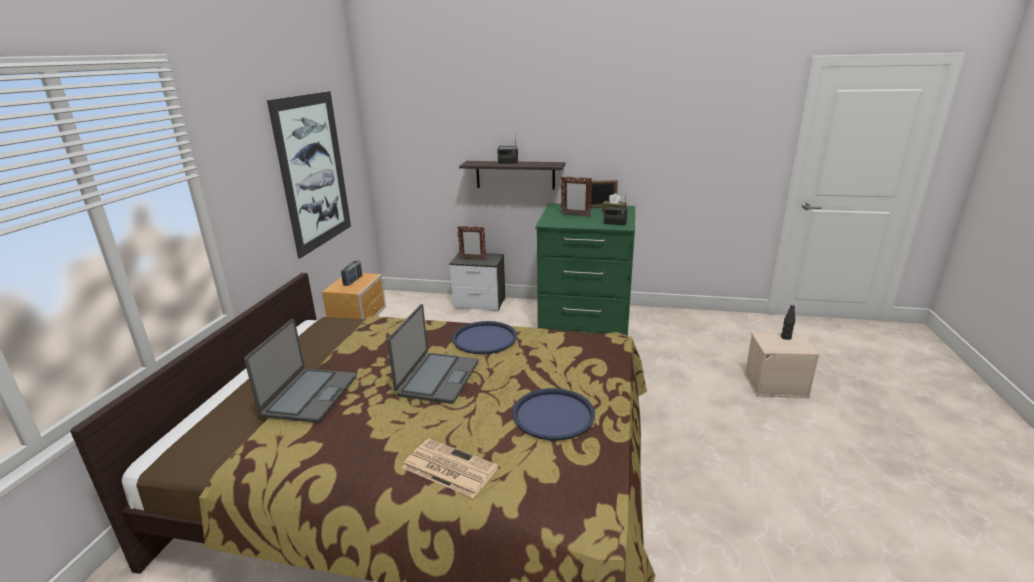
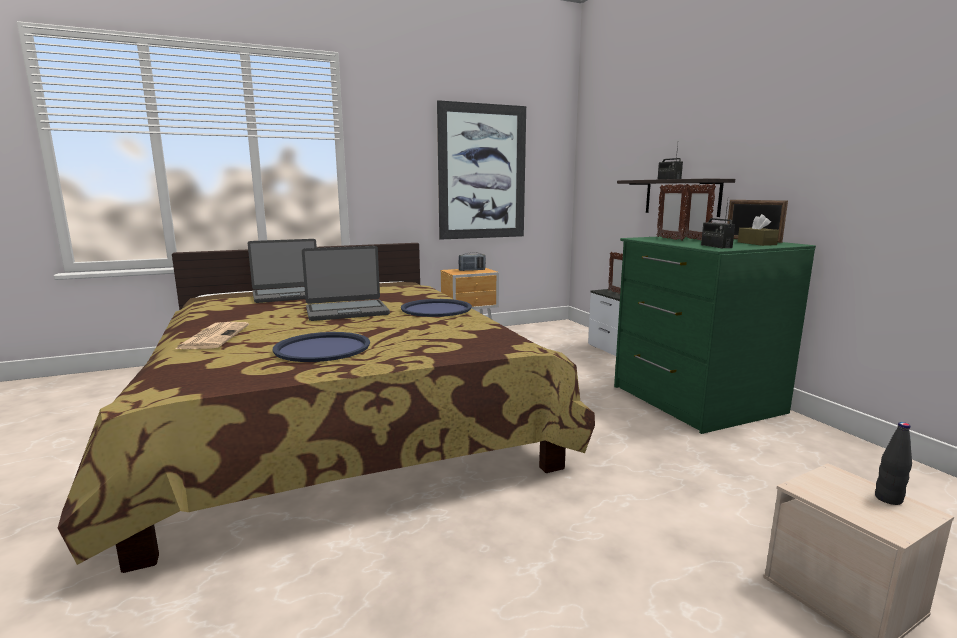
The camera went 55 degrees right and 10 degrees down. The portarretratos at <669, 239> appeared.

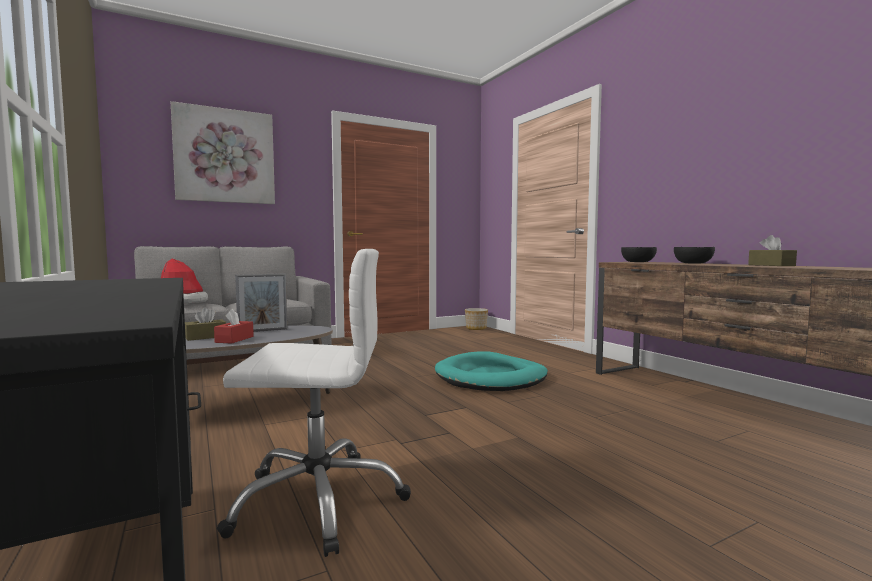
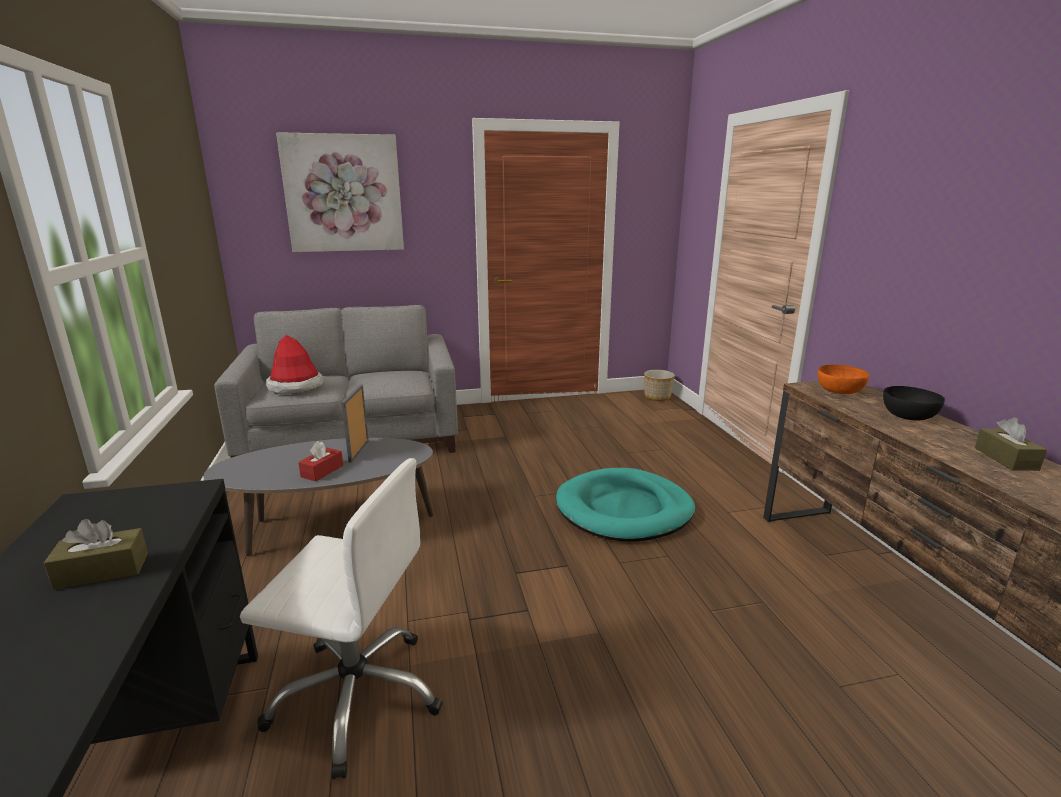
The camera went 15 degrees right and 15 degrees up. The caja de pañuelos (marrón) moved from <205, 337> to <102, 571>. The cuenco (negro) at <638, 262> became the cuenco (naranja) at <840, 391>. The portarretratos at <262, 331> turned 105 degrees clockwise.

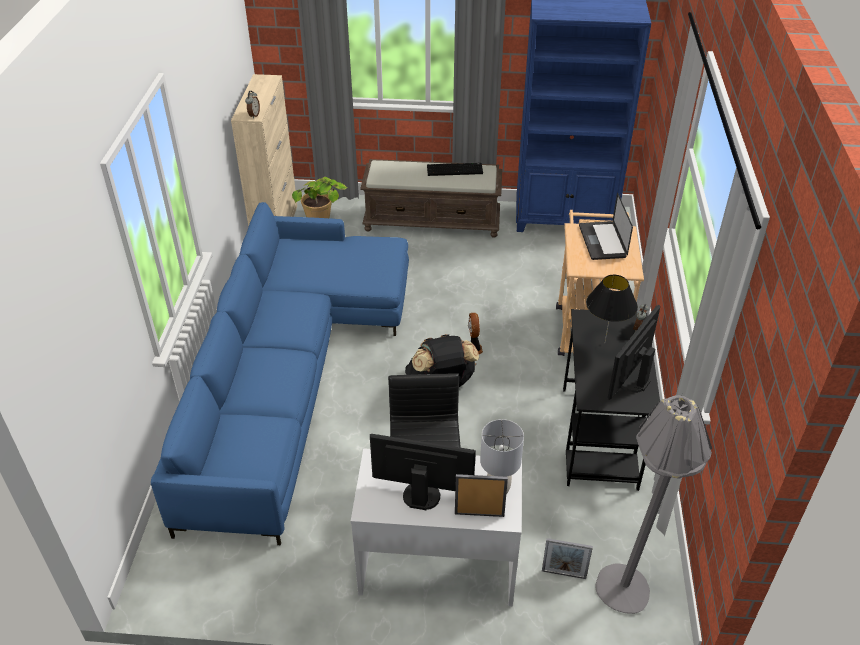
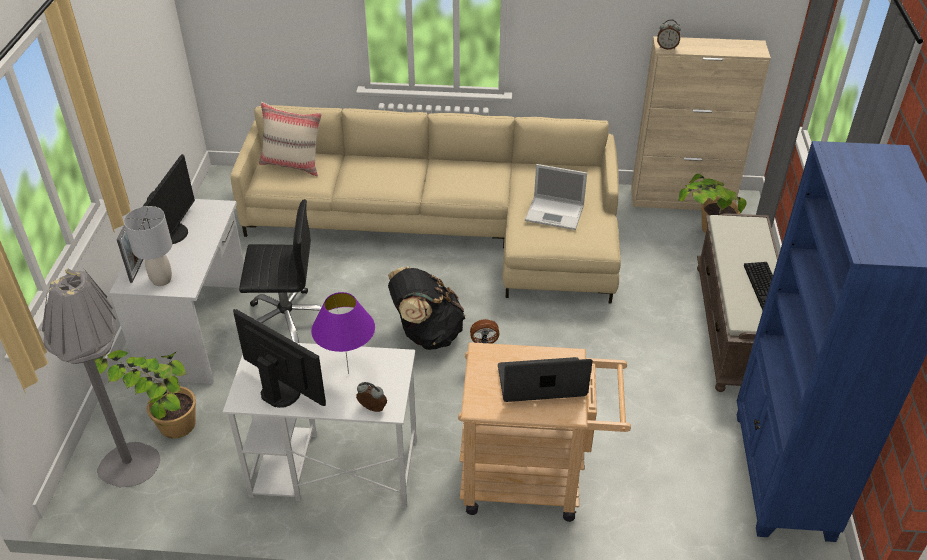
The camera went 90 degrees right and 0 degrees up. The cojín (beis) at <293, 164> appeared. The portátil at <555, 213> appeared. The portarretratos at <563, 574> was replaced by the planta en maceta at <161, 419>. The sofá (azul) at <290, 373> became the sofá (beis) at <448, 227>. The escritorio (negro) at <599, 438> became the escritorio (blanco) at <333, 469>. The lámpara de mesa (negro) at <604, 343> became the lámpara de mesa (morado) at <348, 373>.

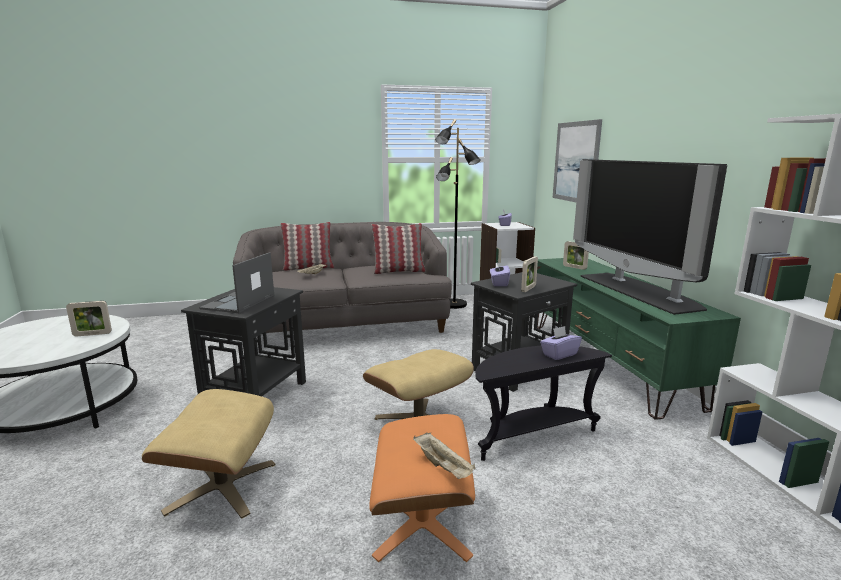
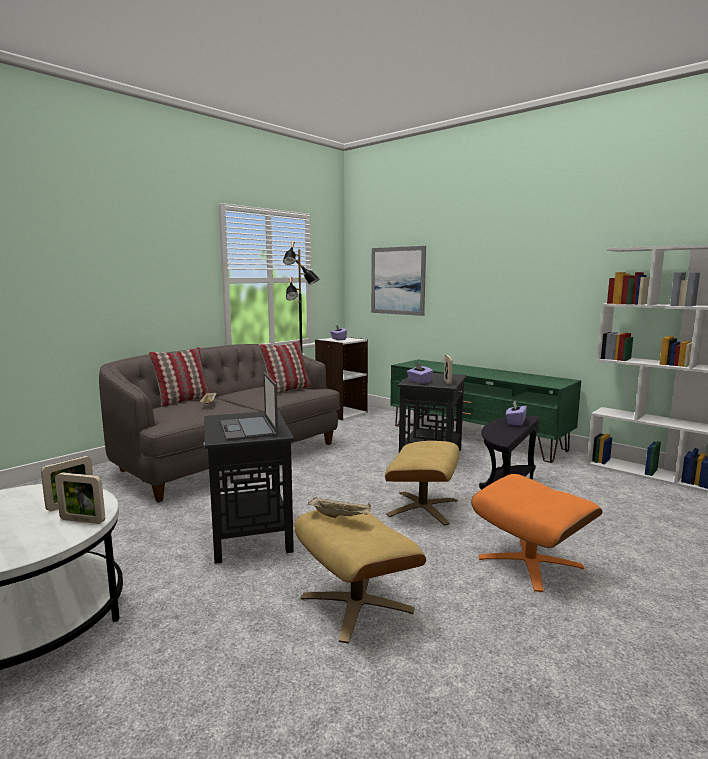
The camera went 35 degrees left and 5 degrees down. The televisor at <639, 291> disappeared. The bandeja (beis) moved from <443, 466> to <341, 516>. The portarretratos moved from <574, 267> to <82, 520>.

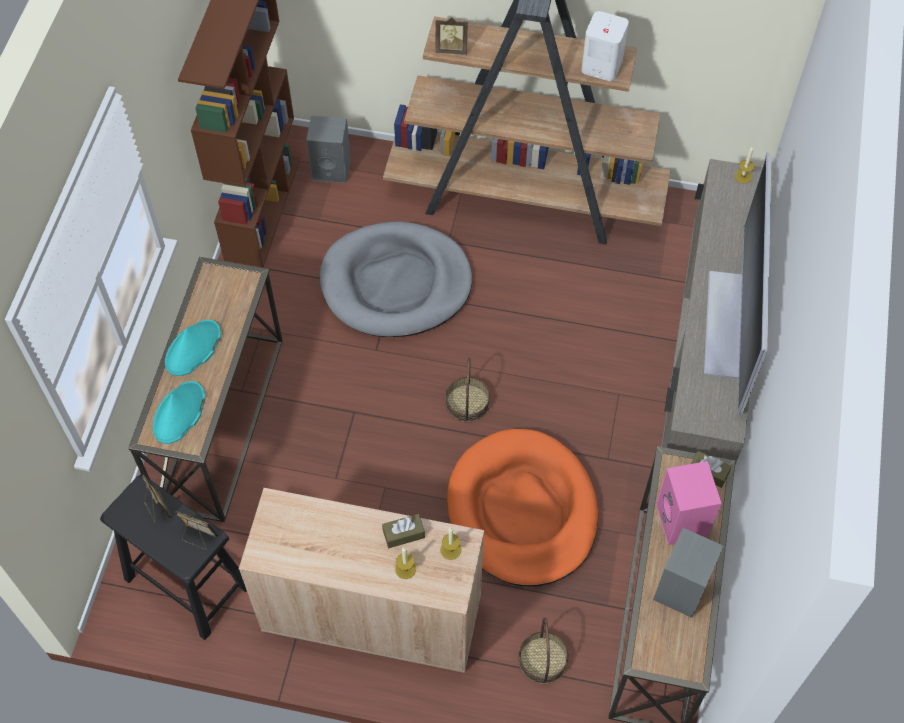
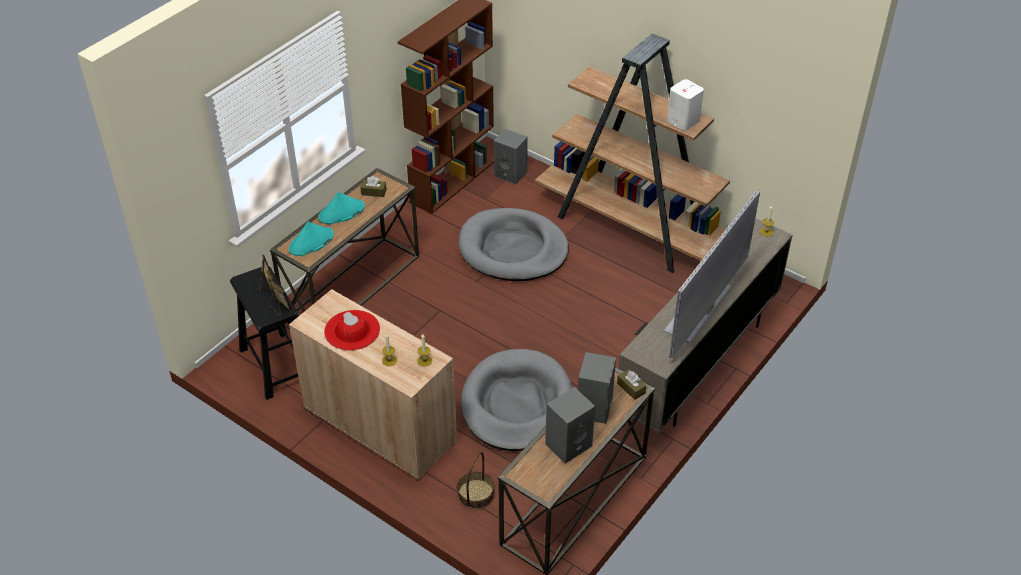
The camera went 25 degrees right and 15 degrees down. The portarretratos at <451, 49> disappeared. The cesta at <467, 403> disappeared. The sombrero (rojo) at <352, 330> appeared. The caja de pañuelos (marrón) moved from <403, 534> to <373, 192>. The cama para perro (naranja) at <522, 510> became the cama para perro (gris) at <517, 404>. The altavoz (rosa) at <683, 521> became the altavoz (gris) at <595, 409>.

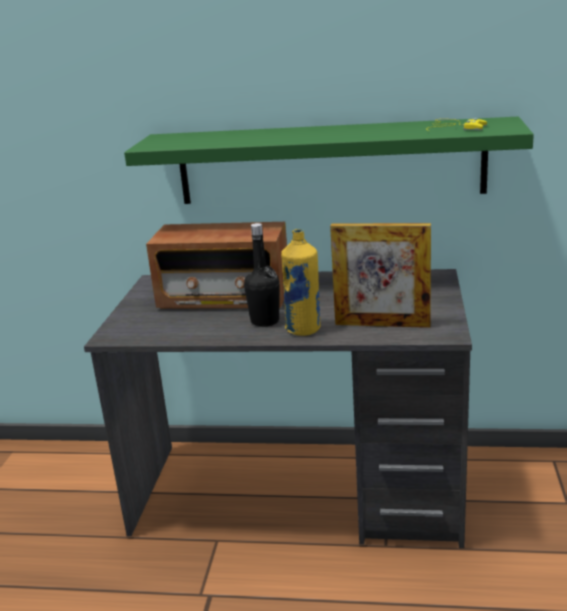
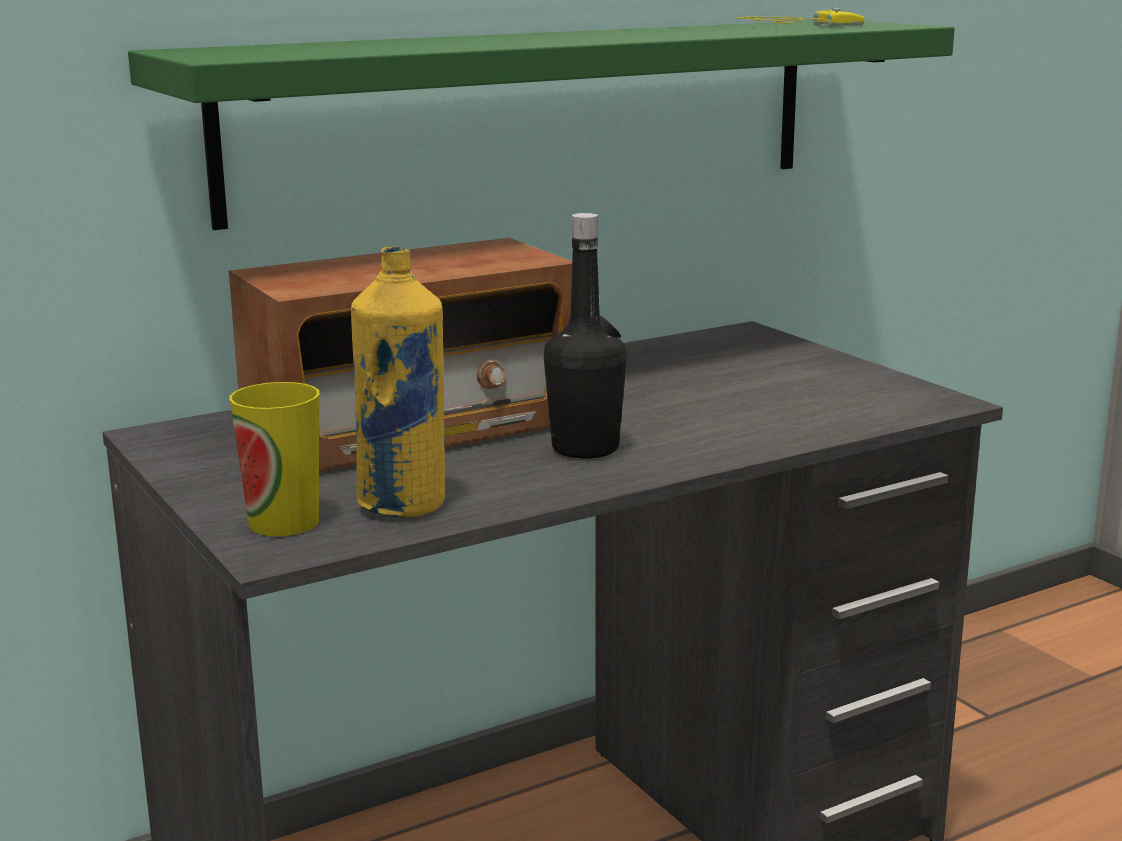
The camera went 40 degrees left and 5 degrees down. The portarretratos at <382, 324> disappeared. The taza at <284, 522> appeared. The botella (amarillo) moved from <303, 329> to <403, 505>.

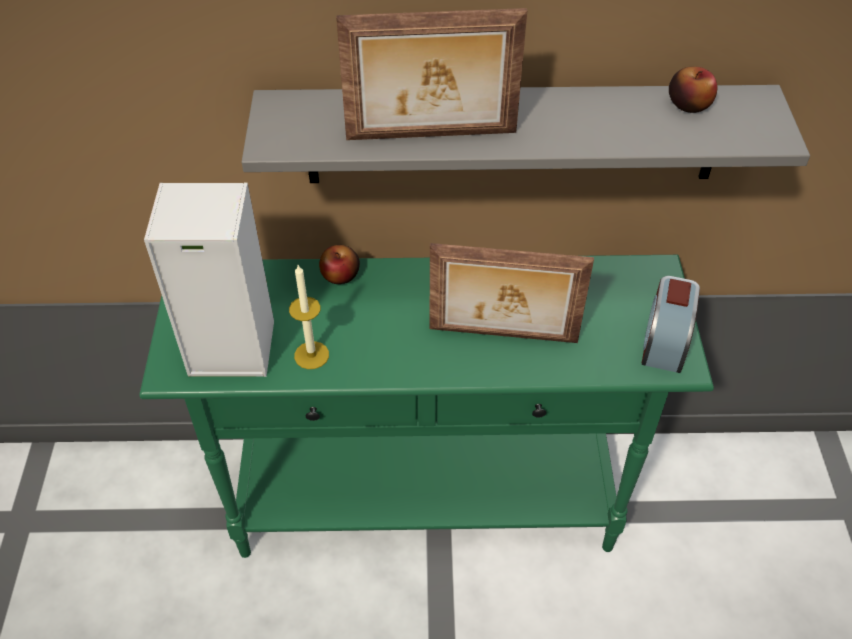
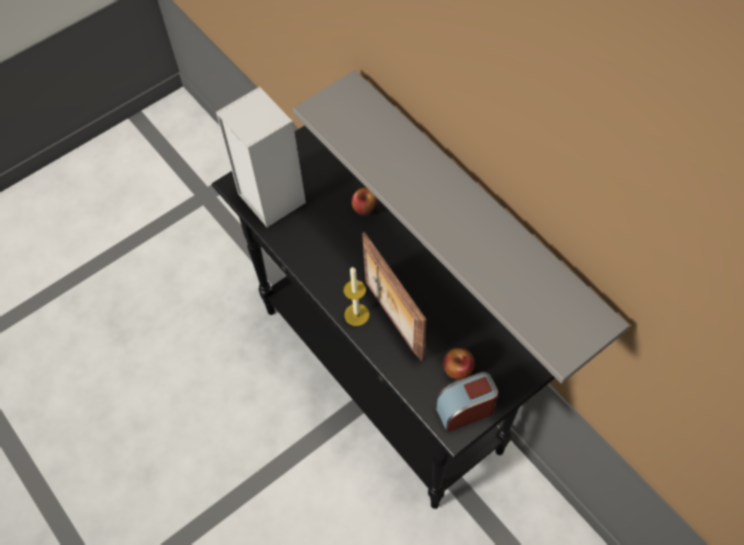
The camera went 55 degrees right and 10 degrees up. The portarretratos at <431, 137> disappeared. The vela moved from <311, 355> to <356, 314>. The manzana moved from <689, 104> to <458, 368>. The mesa consola (verde) at <427, 502> became the mesa consola (negro) at <380, 380>.

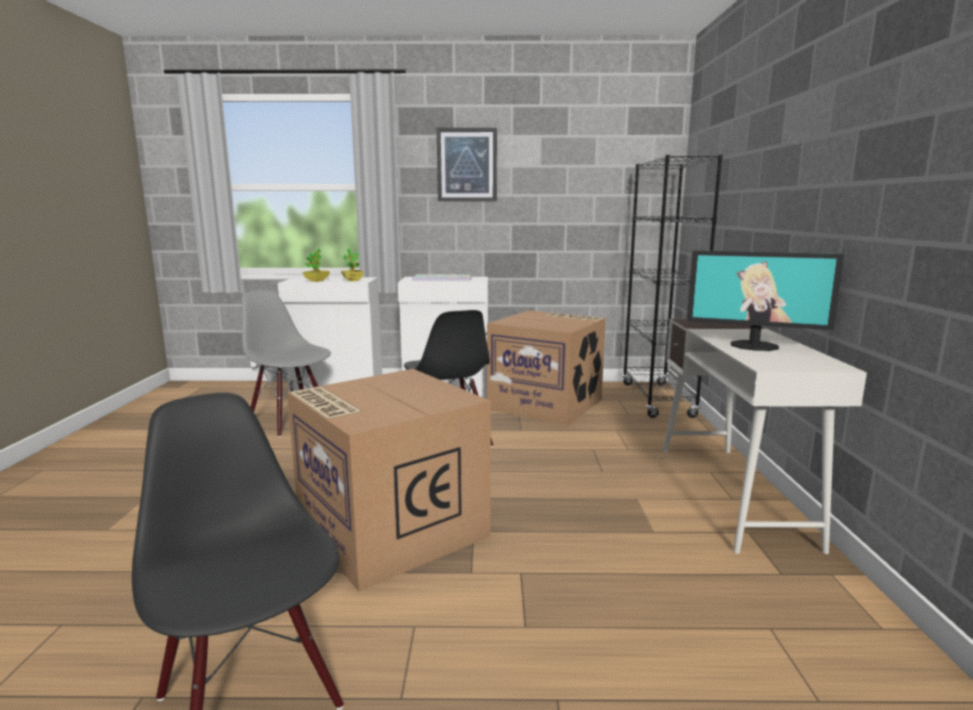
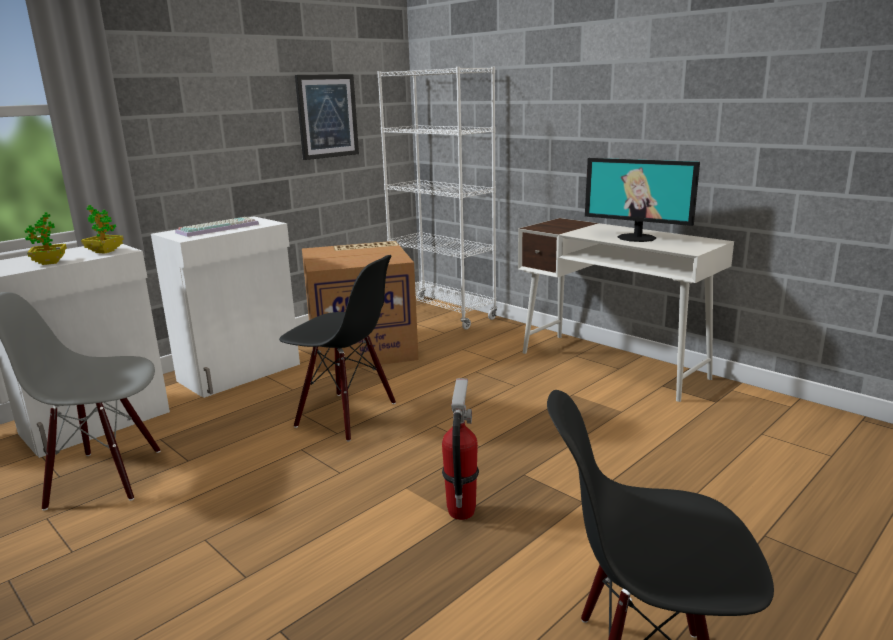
The camera went 45 degrees left and 5 degrees up. The cuadro moved from <467, 165> to <327, 116>. The caja de cartón at <389, 529> was replaced by the extintor at <461, 511>. The estantería (negro) at <657, 400> became the estantería (blanco) at <442, 313>. The monitor at <754, 345> turned 60 degrees clockwise.

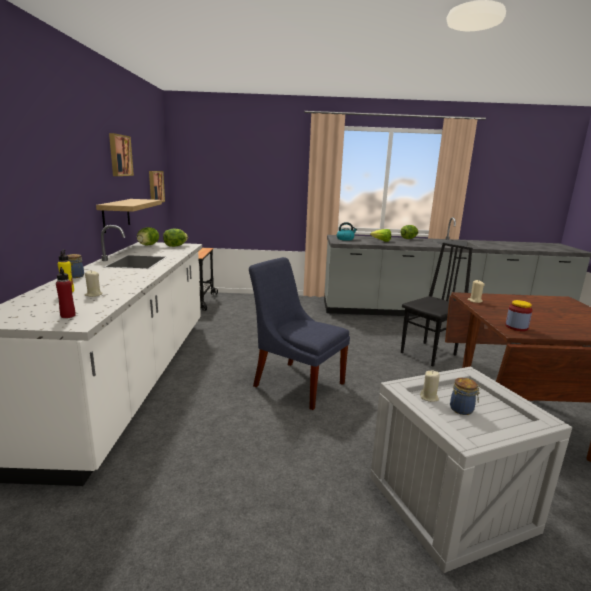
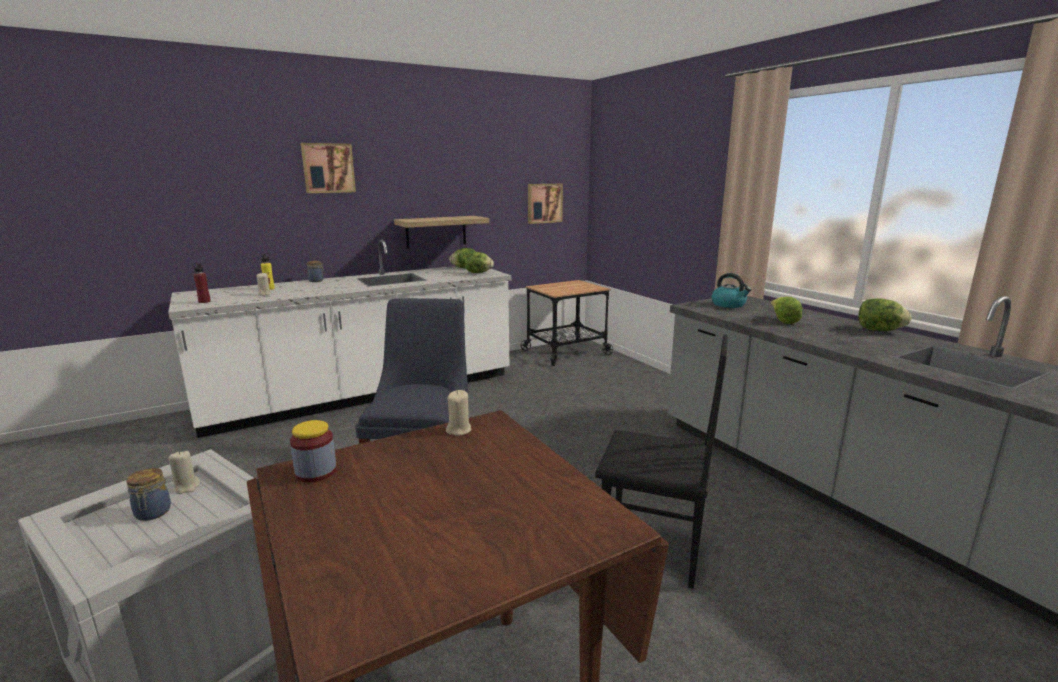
The camera went 60 degrees right and 0 degrees up. The cuadro moved from <119, 155> to <328, 168>.

